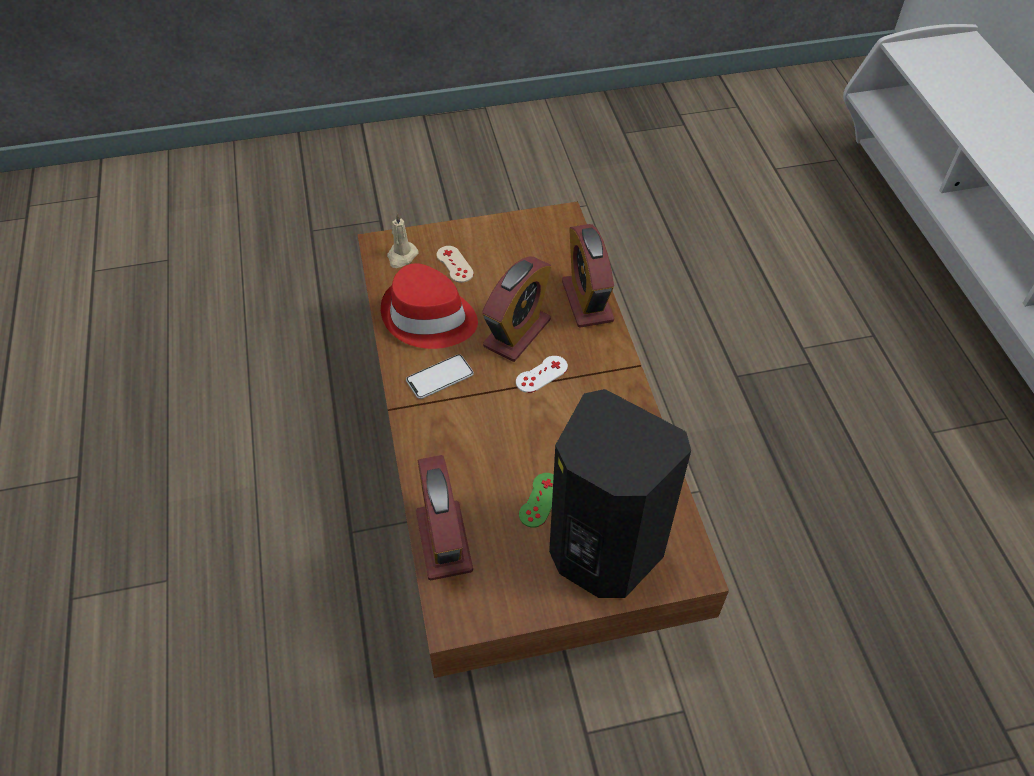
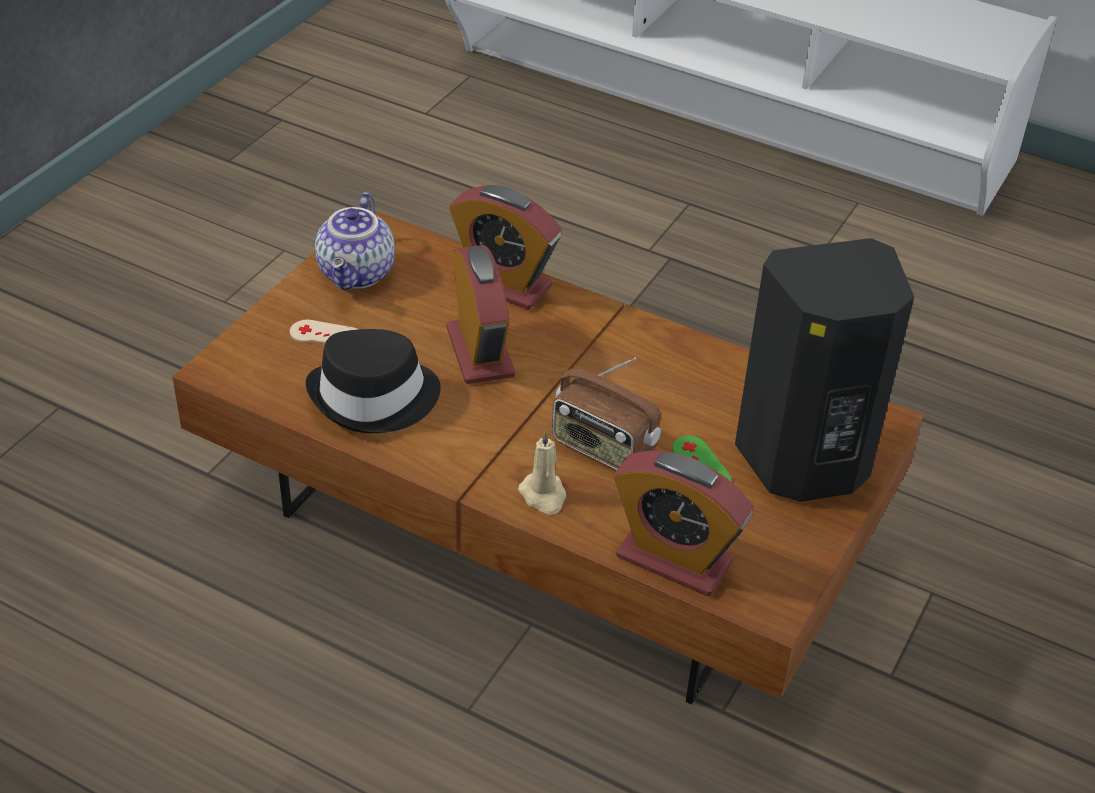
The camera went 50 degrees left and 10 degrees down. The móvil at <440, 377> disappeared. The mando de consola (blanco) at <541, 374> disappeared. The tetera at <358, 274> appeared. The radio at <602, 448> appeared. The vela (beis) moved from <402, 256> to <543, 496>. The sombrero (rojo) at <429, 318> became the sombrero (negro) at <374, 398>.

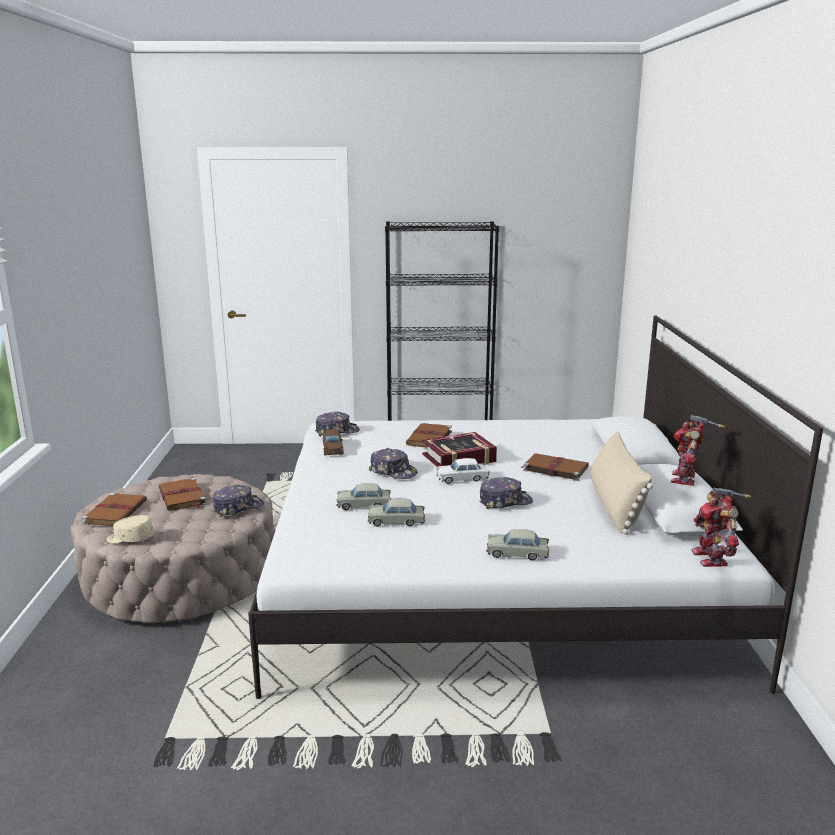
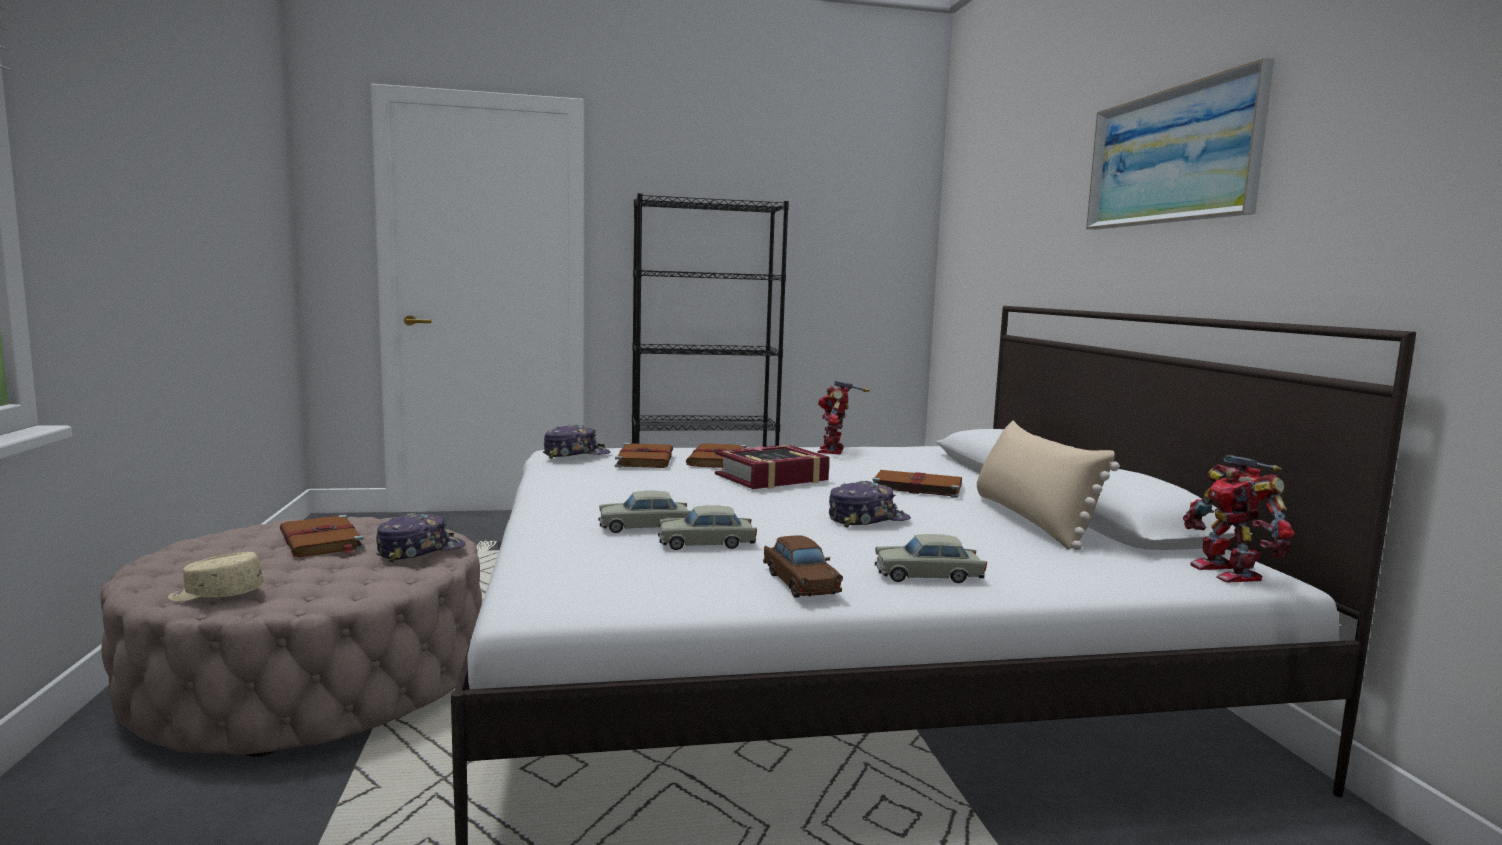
The camera went 10 degrees left and 10 degrees down. The gorra at <393, 472> disappeared. The coche de juguete (blanco) at <462, 478> disappeared. The cuadro at <1171, 157> appeared. The libro (marrón) moved from <116, 512> to <645, 459>. The coche de juguete (marrón) moved from <332, 449> to <800, 582>. The robot de juguete moved from <686, 479> to <834, 451>.

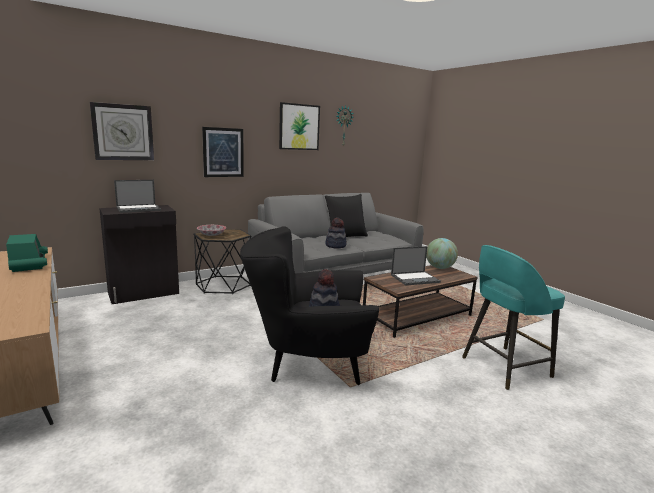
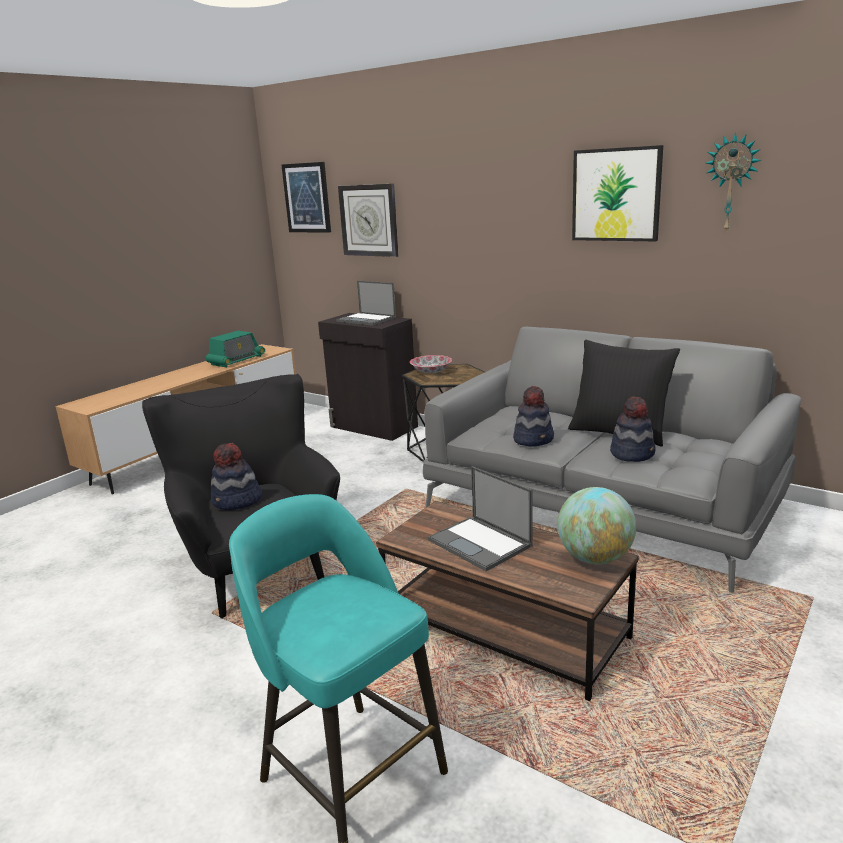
The camera went 70 degrees right and 5 degrees up. The sombrero at <632, 453> appeared. The cuadro moved from <223, 152> to <307, 198>.

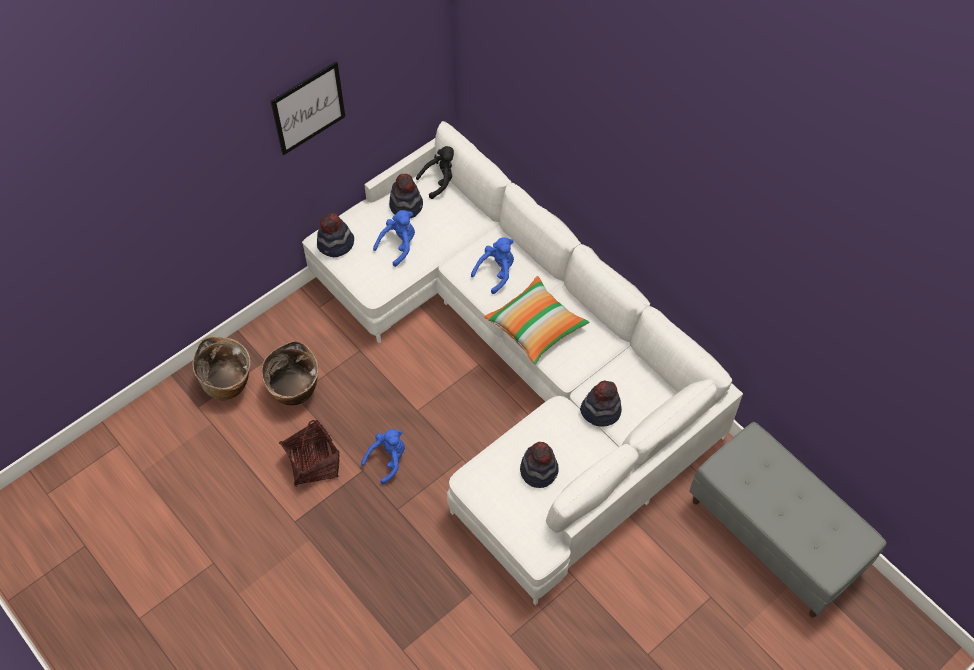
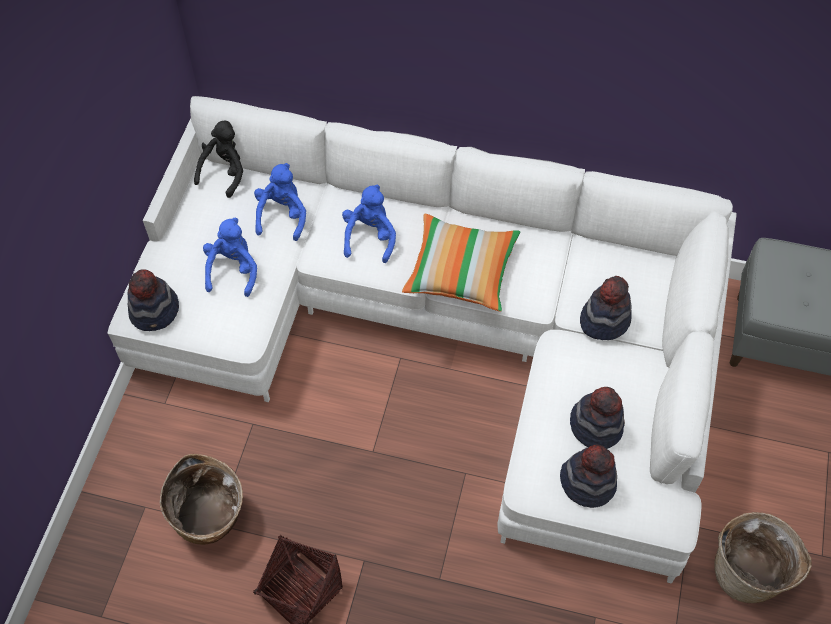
The camera went 35 degrees left and 0 degrees up. The cuadro at <308, 108> disappeared. The cesta moved from <229, 383> to <749, 572>. The peluche (azul) moved from <388, 459> to <282, 215>. The sombrero moved from <406, 205> to <587, 482>.

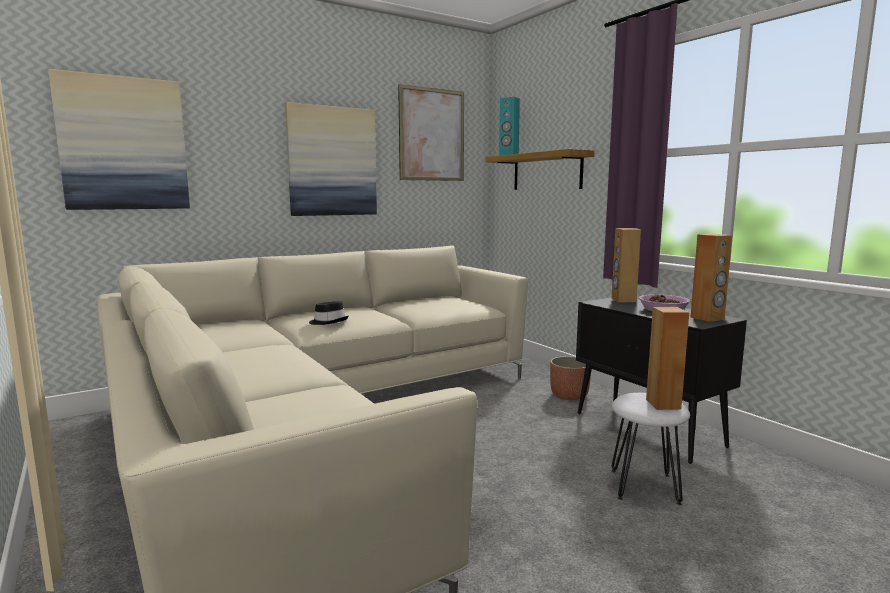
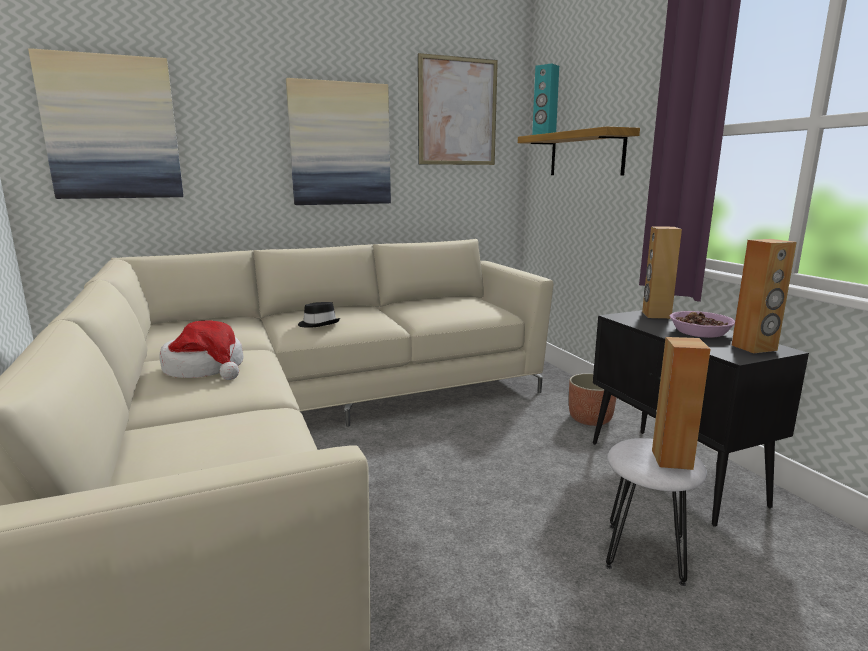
The camera went 10 degrees right and 5 degrees up. The sombrero at <206, 368> appeared.

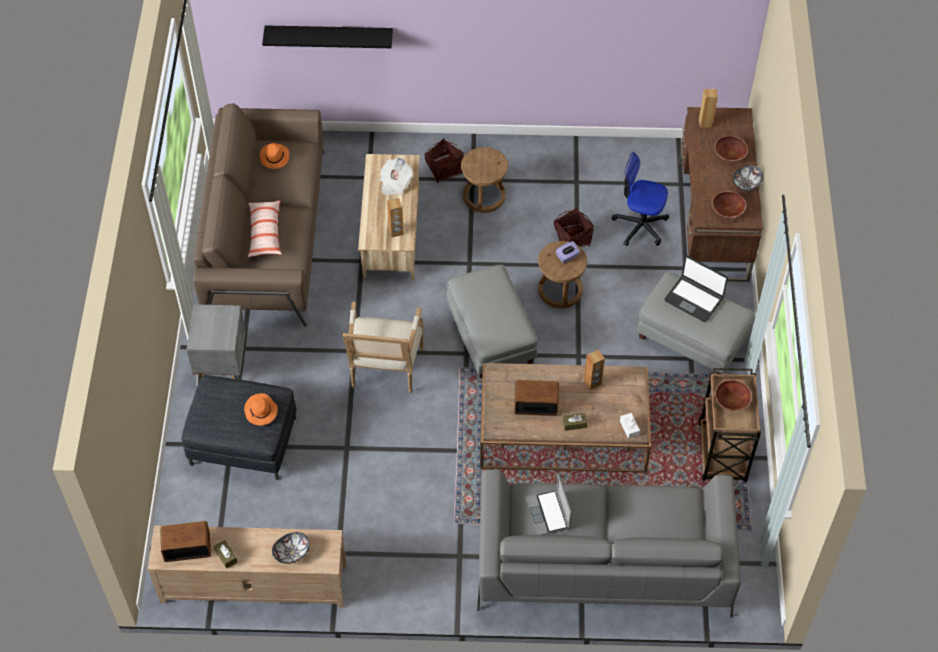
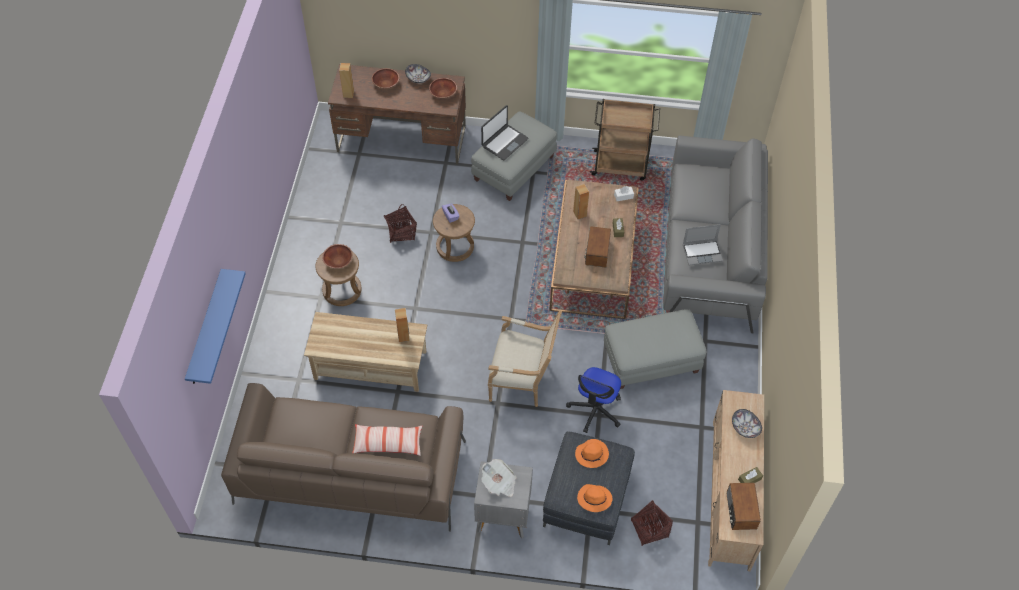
The camera went 85 degrees left and 0 degrees up. The sombrero (naranja) moved from <274, 157> to <593, 499>. The periódico moved from <395, 183> to <499, 483>. The cesta moved from <444, 169> to <649, 529>. The puf (gris) moved from <491, 335> to <651, 360>. The silla de oficina moved from <640, 225> to <595, 410>. The cuenco (marrón) moved from <732, 401> to <338, 261>. The estante (negro) at <329, 36> became the estante (azul) at <206, 329>.

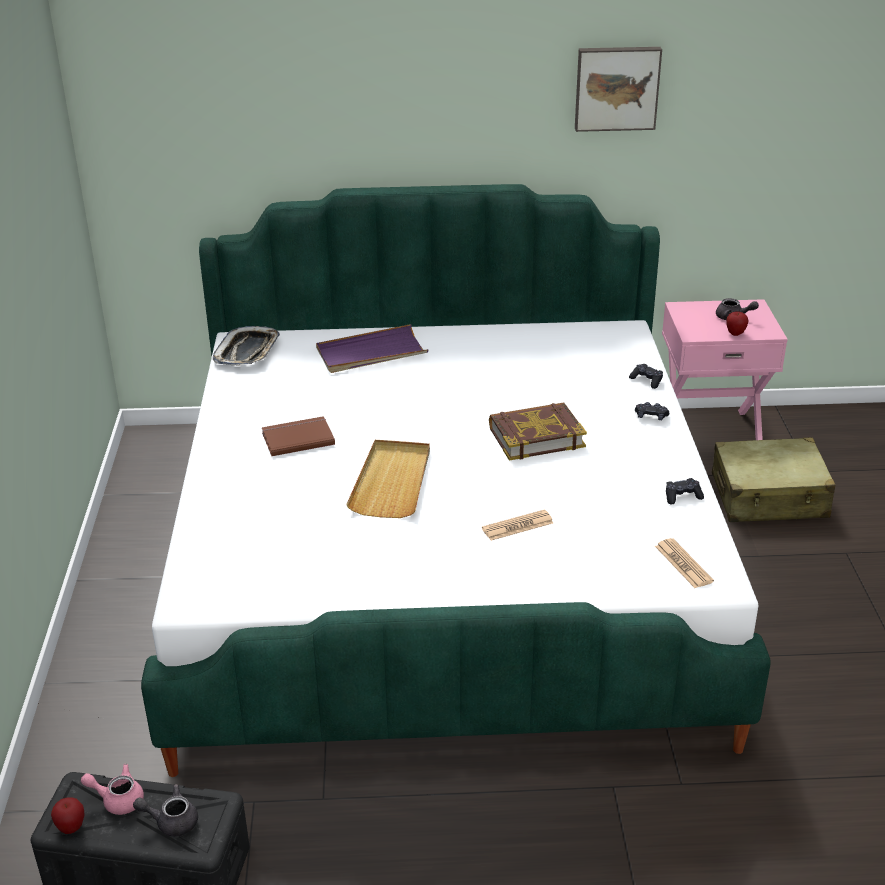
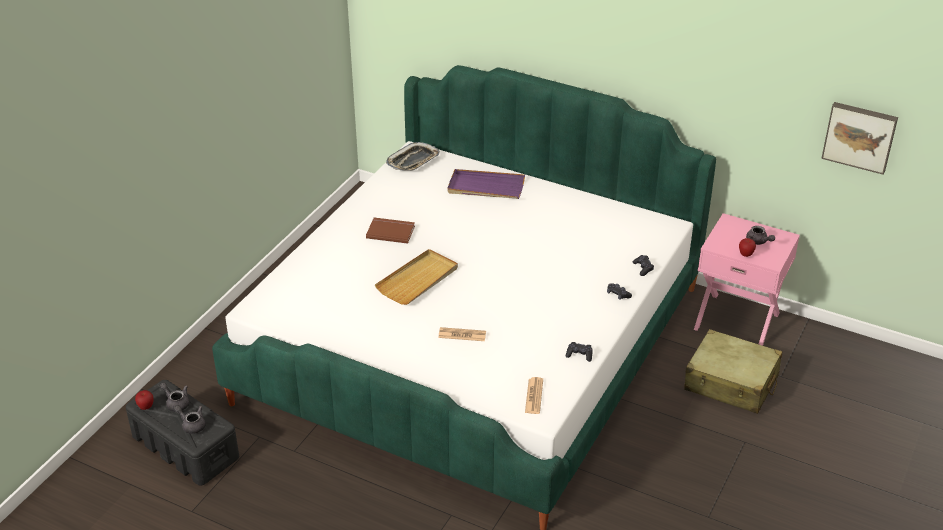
The camera went 30 degrees right and 5 degrees up. The libro at <536, 437> disappeared. The cuadro moved from <616, 88> to <859, 136>. The tetera (rosa) at <118, 799> became the tetera (gris) at <176, 402>.

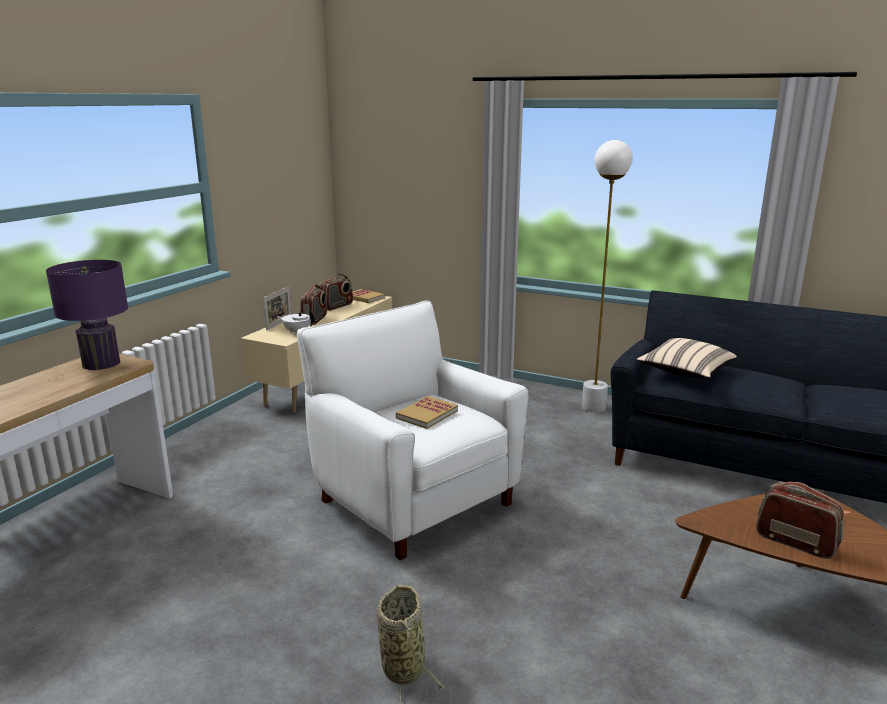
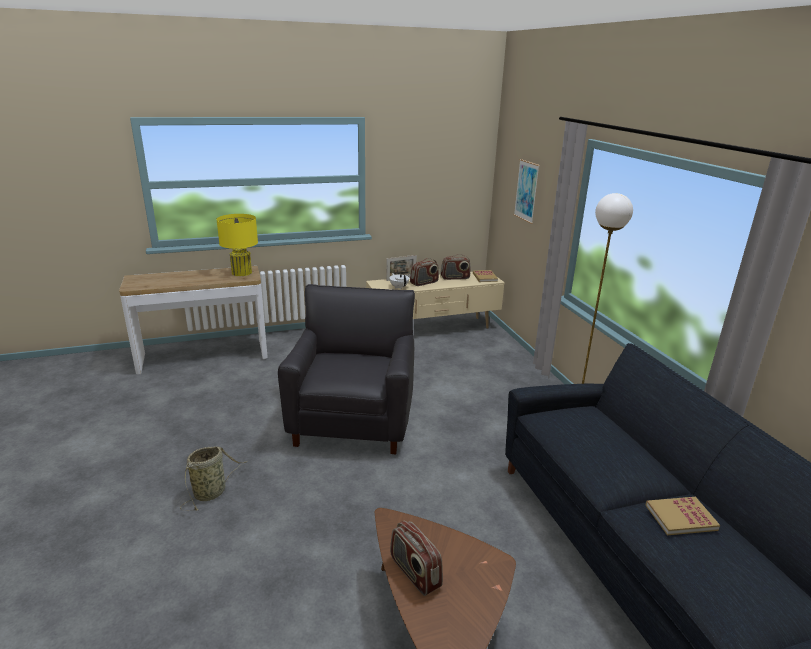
The camera went 45 degrees right and 5 degrees up. The cojín (beis) at <685, 372> disappeared. The cuadro at <526, 191> appeared. The libro moved from <427, 414> to <680, 517>. The lámpara de mesa (morado) at <101, 363> became the lámpara de mesa (amarillo) at <241, 273>. The sillón (blanco) at <414, 500> became the sillón (negro) at <354, 421>. The radio at <796, 542> turned 150 degrees clockwise.

